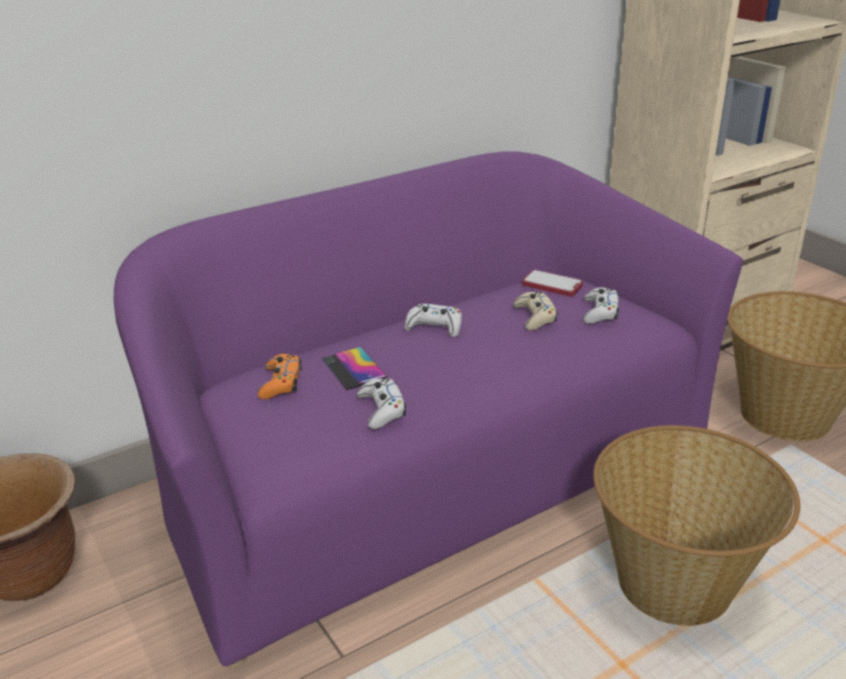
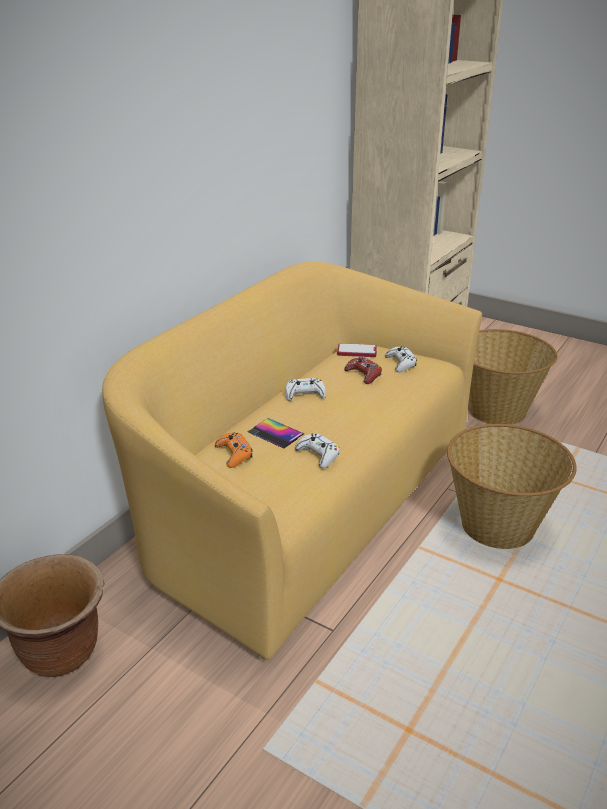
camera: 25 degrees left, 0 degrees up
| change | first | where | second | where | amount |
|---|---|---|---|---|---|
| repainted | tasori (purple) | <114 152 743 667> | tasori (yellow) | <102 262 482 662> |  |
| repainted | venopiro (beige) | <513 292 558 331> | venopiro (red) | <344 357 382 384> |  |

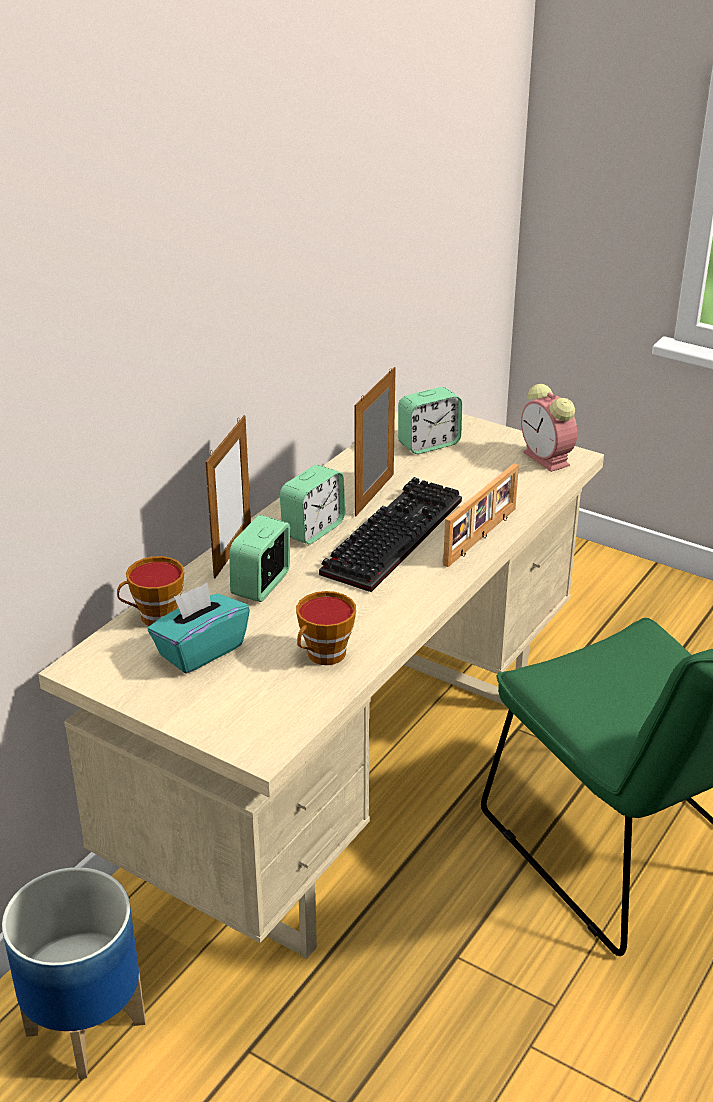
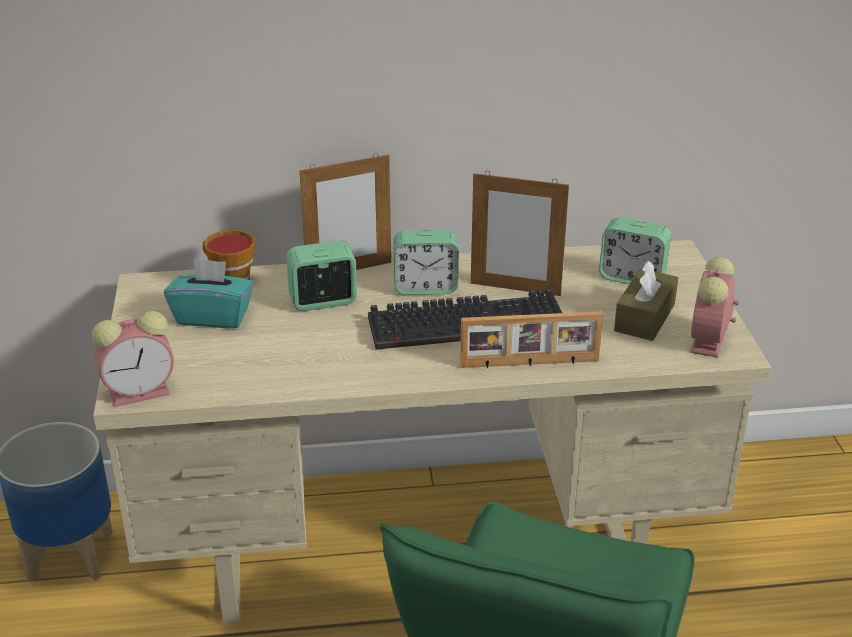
camera: 50 degrees right, 0 degrees up
| change | first | where | second | where | amount |
|---|---|---|---|---|---|
| gone | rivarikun | <296 591 356 665> |  |  |  |
| new |  |  | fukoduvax | <92 311 174 407> |  |
| new |  |  | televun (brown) | <614 260 678 341> |  |
| rotated | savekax | <355 367 396 516> |  | <471 171 569 296> | 150 degrees counterclockwise |

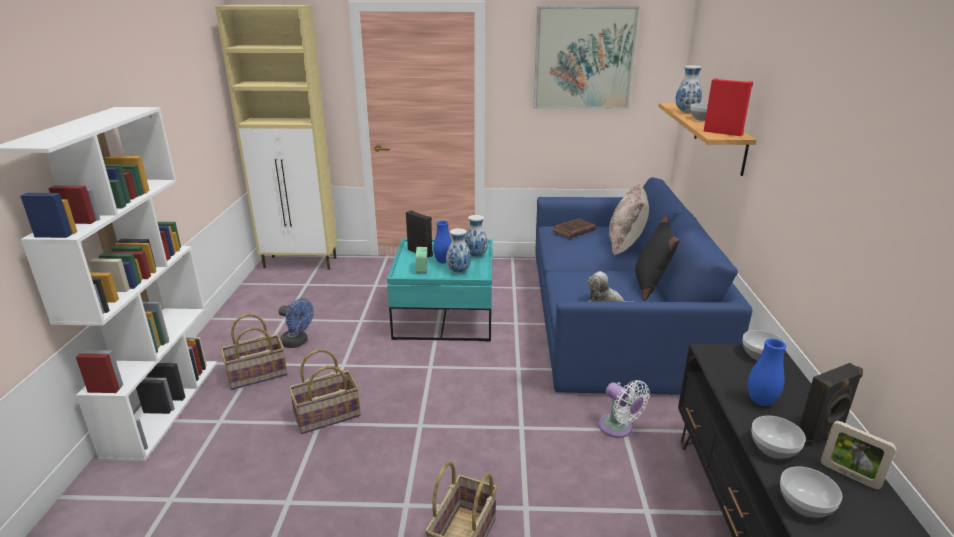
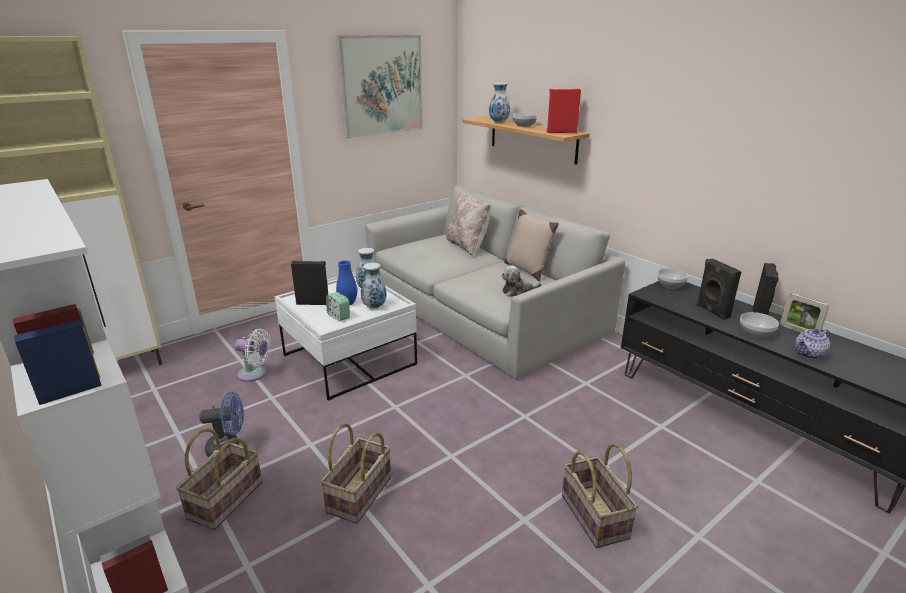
camera: 40 degrees left, 0 degrees up
| change | first | where | second | where | amount |
|---|---|---|---|---|---|
| gone | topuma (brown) | <553 218 596 238> |  |  |  |
| shifted | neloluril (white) | <598 380 650 438> |  | <235 329 271 382> |  |
| swapped | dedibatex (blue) | <748 338 786 406> | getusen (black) | <697 259 742 320> |  |
| swapped | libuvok | <780 466 842 518> | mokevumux | <795 329 830 360> |  |
| repainted | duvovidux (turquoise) | <387 238 493 342> | duvovidux (white) | <274 274 417 400> |  |
| repainted | tasori (blue) | <536 177 752 395> | tasori (grey) | <365 186 625 379> |  |
| repainted | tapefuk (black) | <635 215 680 301> | tapefuk (beige) | <504 209 559 281> |  |
| rotated | savekax | <821 421 897 490> |  | <780 293 829 333> | 45 degrees clockwise |

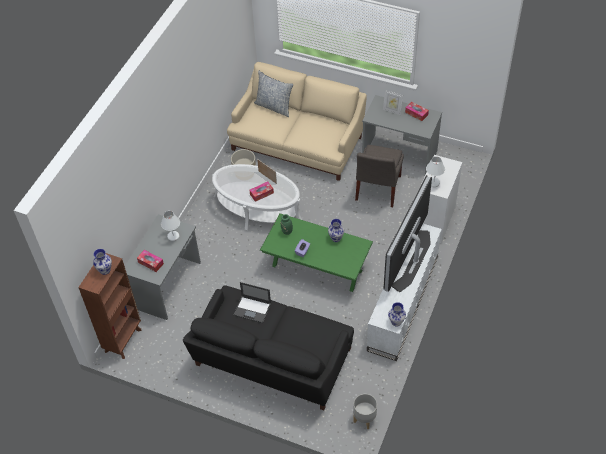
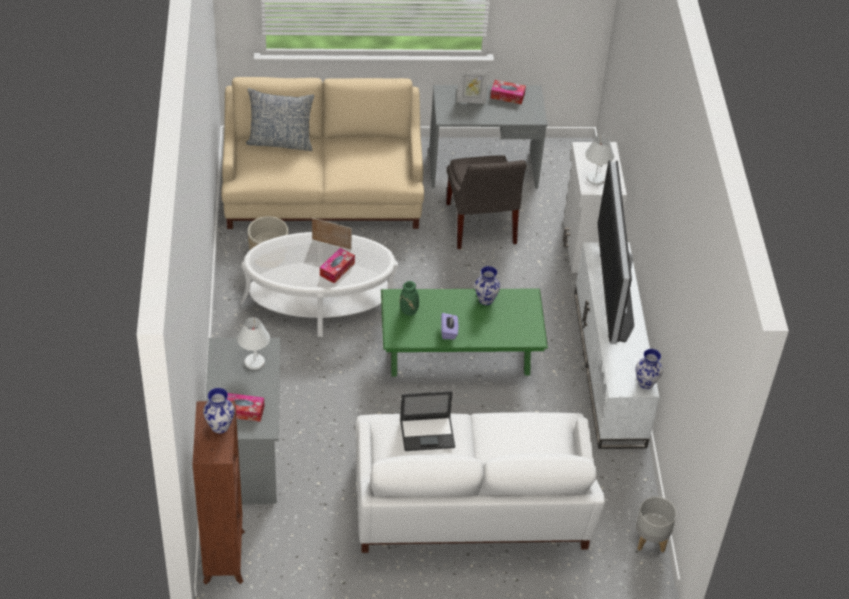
camera: 30 degrees left, 5 degrees down
| change | first | where | second | where | amount |
|---|---|---|---|---|---|
| repainted | tasori (black) | <183 285 354 410> | tasori (white) | <355 412 605 553> |  |

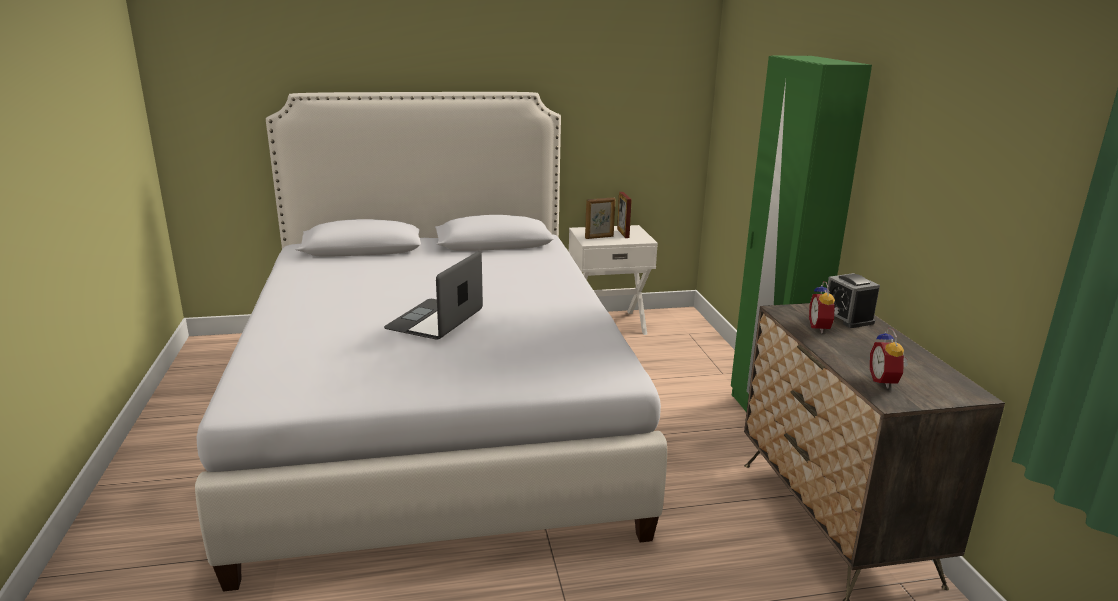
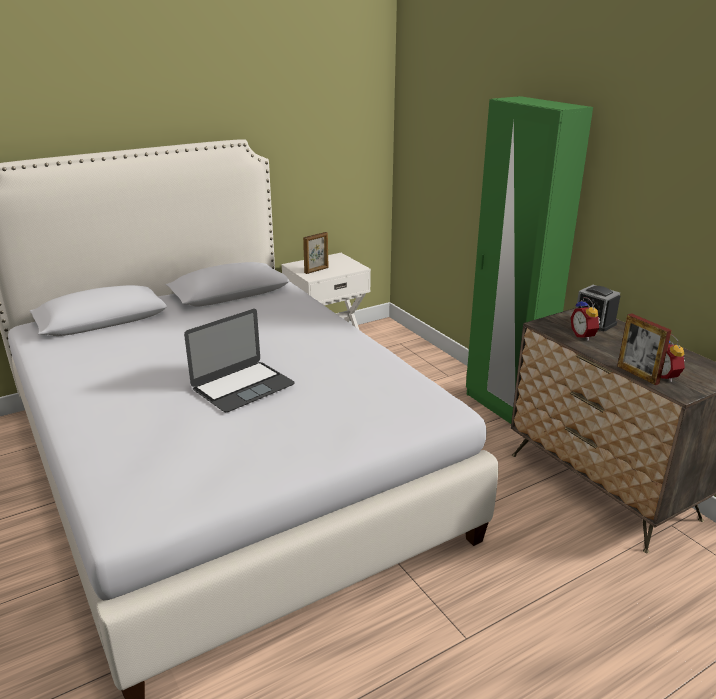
camera: 20 degrees left, 5 degrees up
| change | first | where | second | where | amount |
|---|---|---|---|---|---|
| shifted | savekax | <617 192 632 238> |  | <617 313 672 385> |  |
| rotated | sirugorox | <384 251 483 340> |  | <184 309 295 412> | 135 degrees counterclockwise |

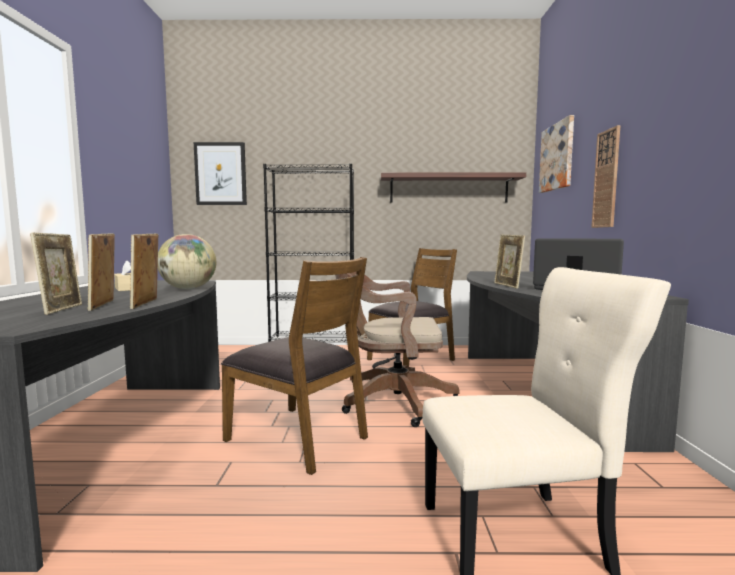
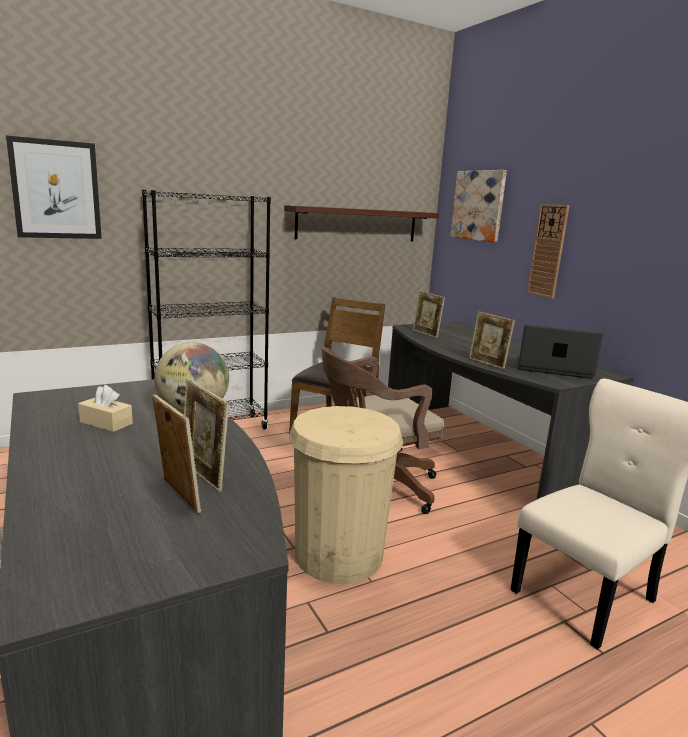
camera: 30 degrees left, 10 degrees up
| change | first | where | second | where | amount |
|---|---|---|---|---|---|
| shifted | savekax | <130 233 158 309> |  | <413 291 445 338> |  |
| swapped | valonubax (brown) | <221 257 368 475> | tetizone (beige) | <289 406 403 584> |  |

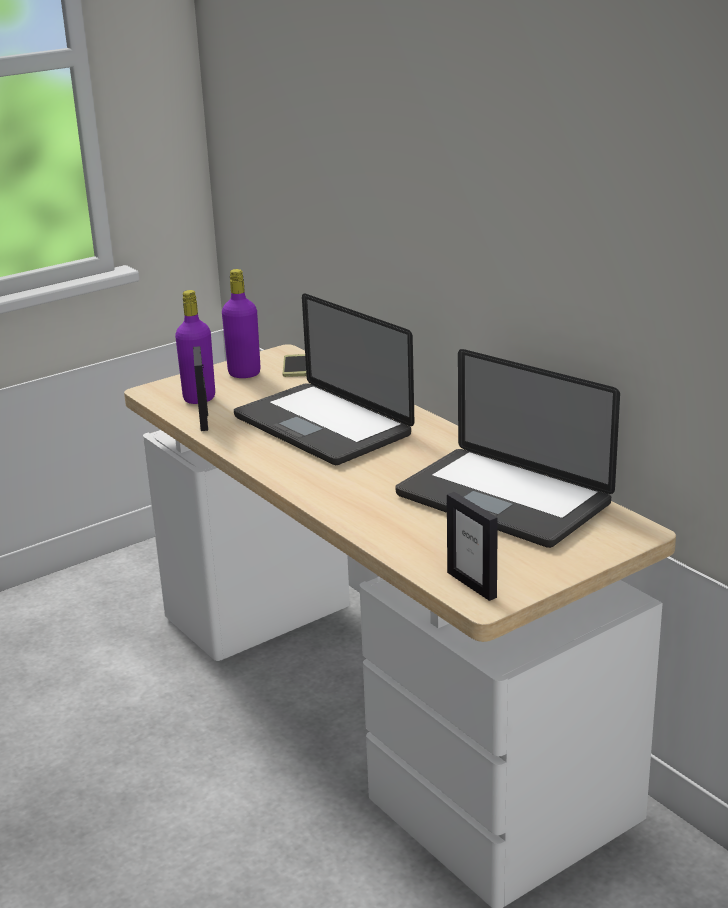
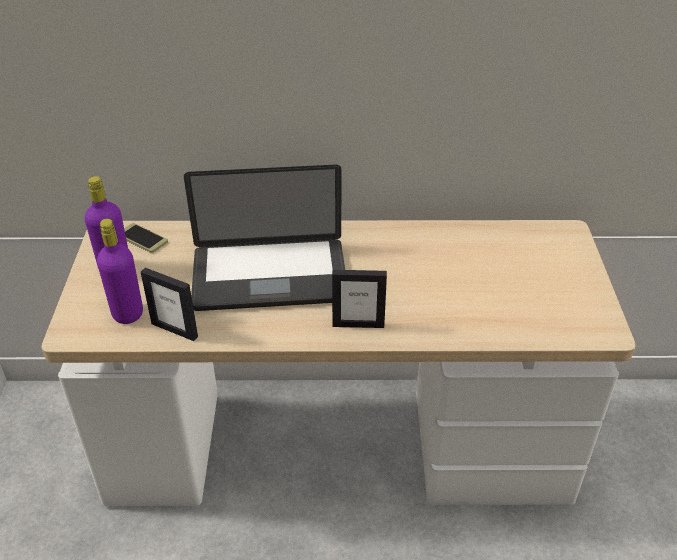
camera: 55 degrees left, 15 degrees up
| change | first | where | second | where | amount |
|---|---|---|---|---|---|
| gone | sirugorox | <396 349 620 548> |  |  |  |
| shifted | savekax | <447 492 498 601> |  | <332 270 387 328> |  |

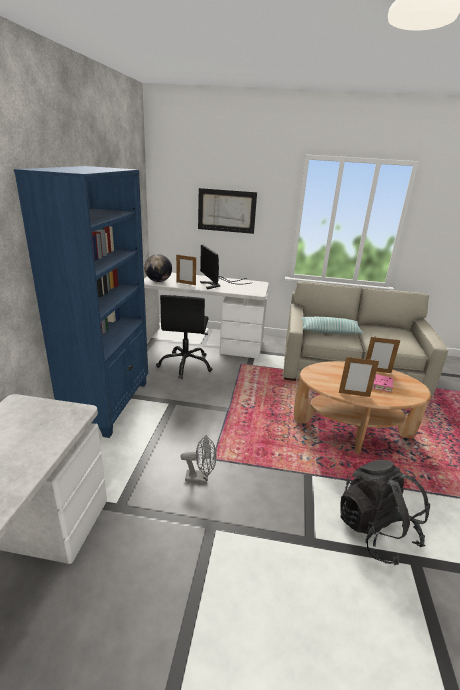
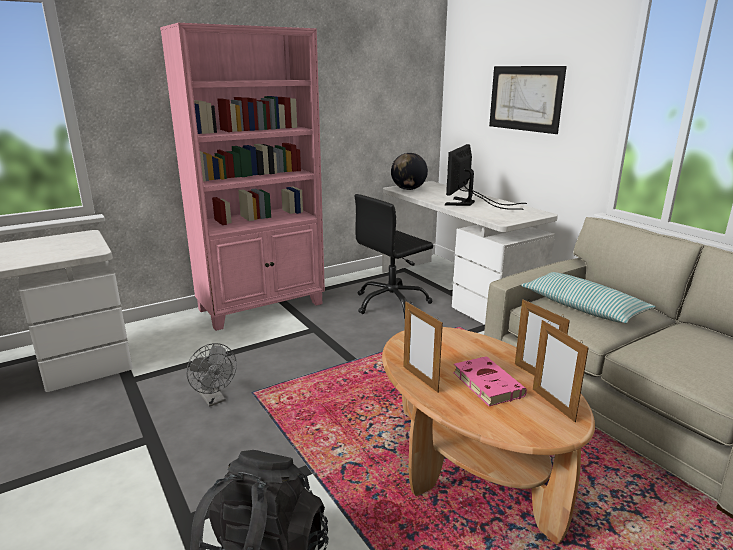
camera: 50 degrees right, 5 degrees down
| change | first | where | second | where | amount |
|---|---|---|---|---|---|
| shifted | savekax | <176 255 196 285> |  | <533 320 589 422> |  |
| repainted | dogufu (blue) | <14 166 148 438> | dogufu (pink) | <160 23 325 331> |  |

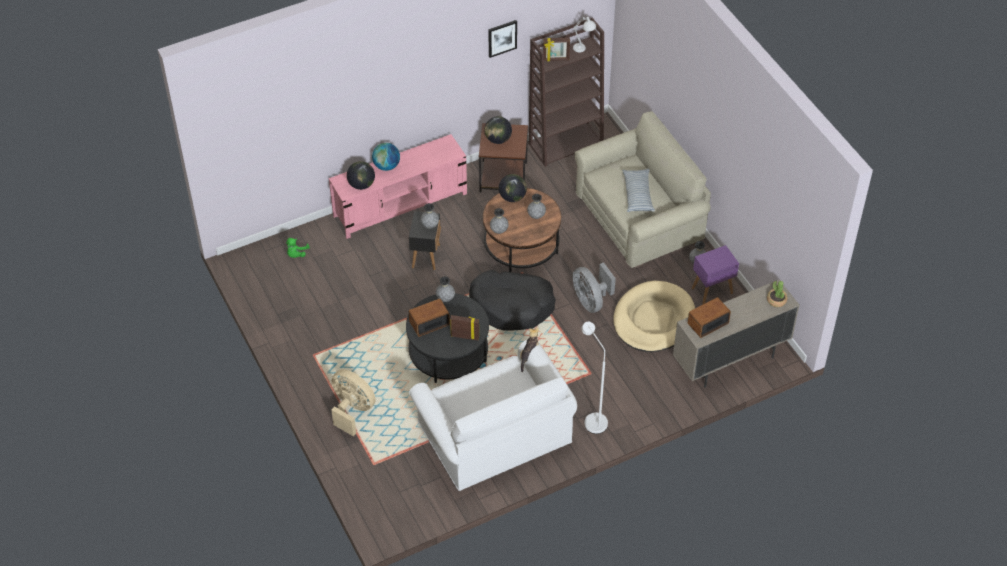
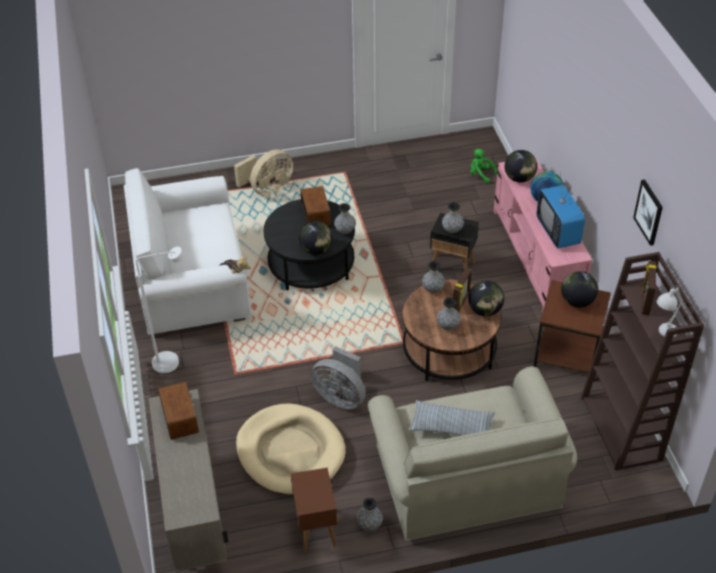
camera: 105 degrees right, 5 degrees down
| change | first | where | second | where | amount |
|---|---|---|---|---|---|
| gone | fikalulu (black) | <469 270 556 331> |  |  |  |
| gone | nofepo | <767 281 787 307> |  |  |  |
| new |  |  | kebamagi | <298 221 332 255> |  |
| new |  |  | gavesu | <536 173 585 249> |  |
| shifted | savekax | <450 315 479 340> |  | <453 268 472 312> |  |
| repainted | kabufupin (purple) | <692 245 739 304> | kabufupin (brown) | <291 467 338 552> |  |
| rotated | neloluril (grey) | <572 262 616 313> |  | <311 346 366 410> | 135 degrees counterclockwise |

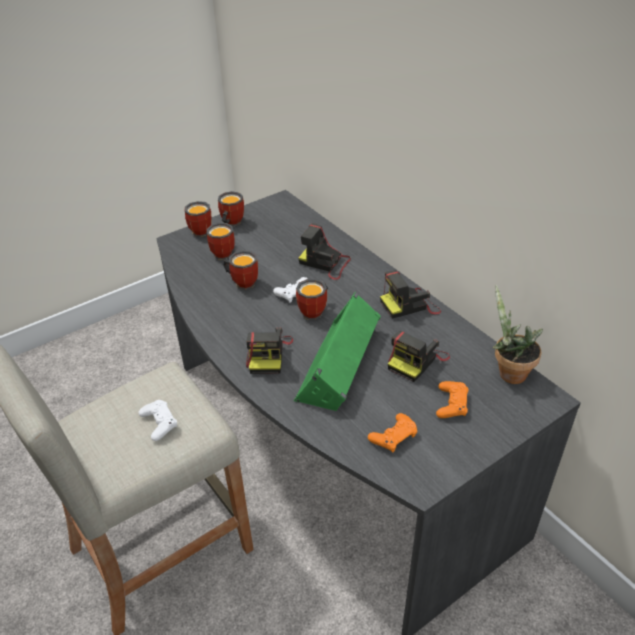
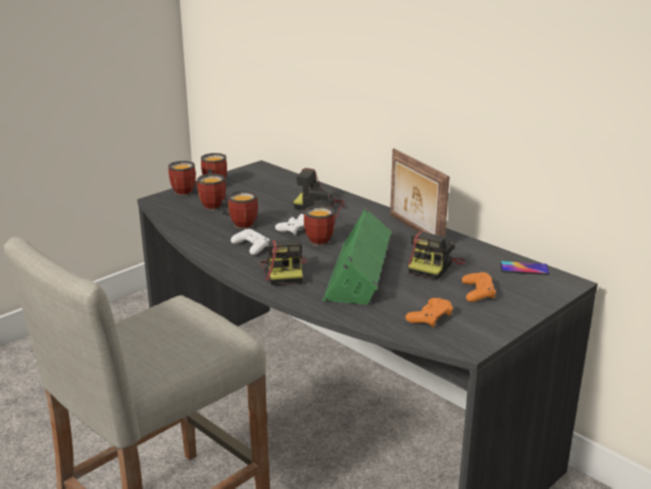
camera: 10 degrees left, 15 degrees down
| change | first | where | second | where | amount |
|---|---|---|---|---|---|
| shifted | venopiro (white) | <138 400 177 441> |  | <231 229 270 255> |  |
| swapped | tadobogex | <380 270 441 318> | savekax | <390 149 450 237> |  |
| swapped | nofepo | <492 285 543 384> | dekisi | <500 261 549 275> |  |

